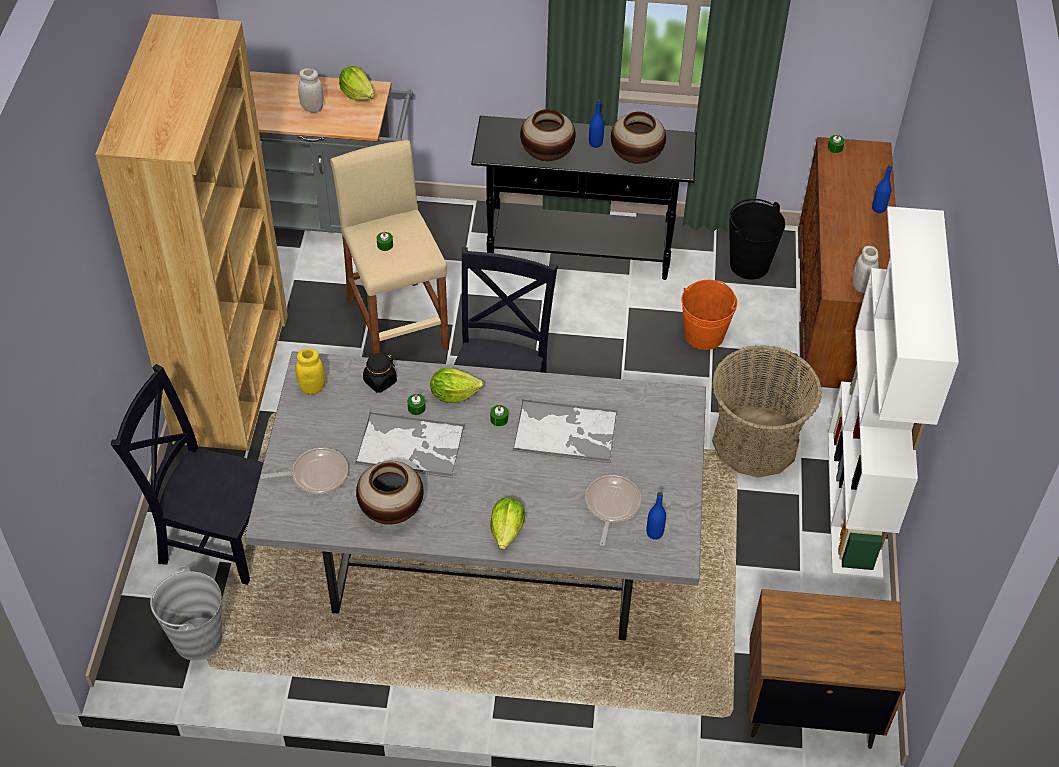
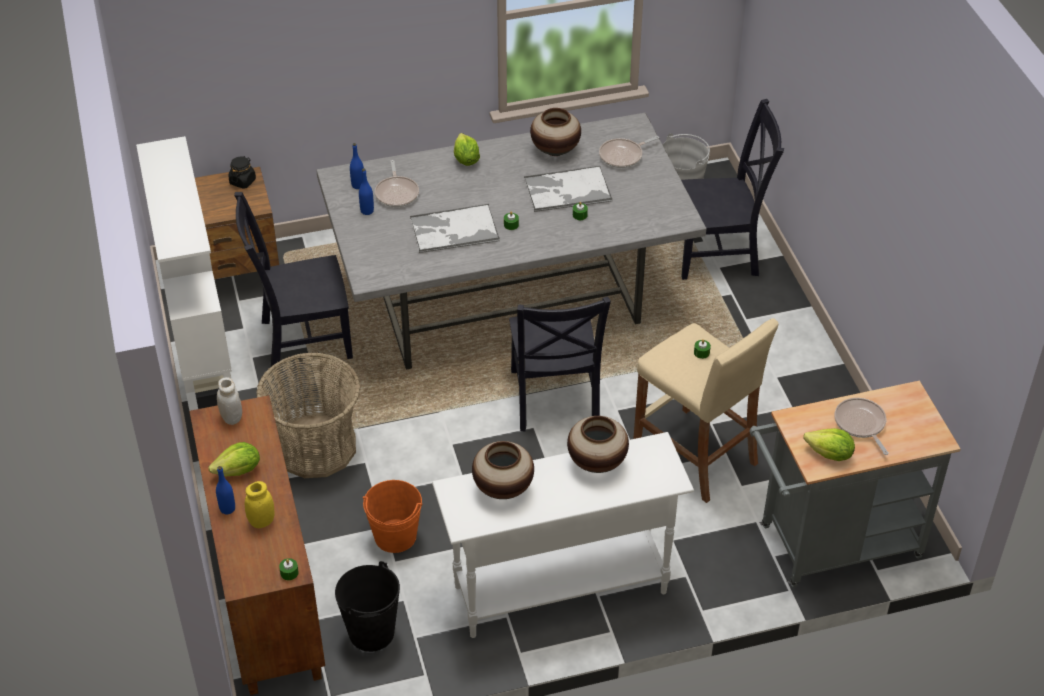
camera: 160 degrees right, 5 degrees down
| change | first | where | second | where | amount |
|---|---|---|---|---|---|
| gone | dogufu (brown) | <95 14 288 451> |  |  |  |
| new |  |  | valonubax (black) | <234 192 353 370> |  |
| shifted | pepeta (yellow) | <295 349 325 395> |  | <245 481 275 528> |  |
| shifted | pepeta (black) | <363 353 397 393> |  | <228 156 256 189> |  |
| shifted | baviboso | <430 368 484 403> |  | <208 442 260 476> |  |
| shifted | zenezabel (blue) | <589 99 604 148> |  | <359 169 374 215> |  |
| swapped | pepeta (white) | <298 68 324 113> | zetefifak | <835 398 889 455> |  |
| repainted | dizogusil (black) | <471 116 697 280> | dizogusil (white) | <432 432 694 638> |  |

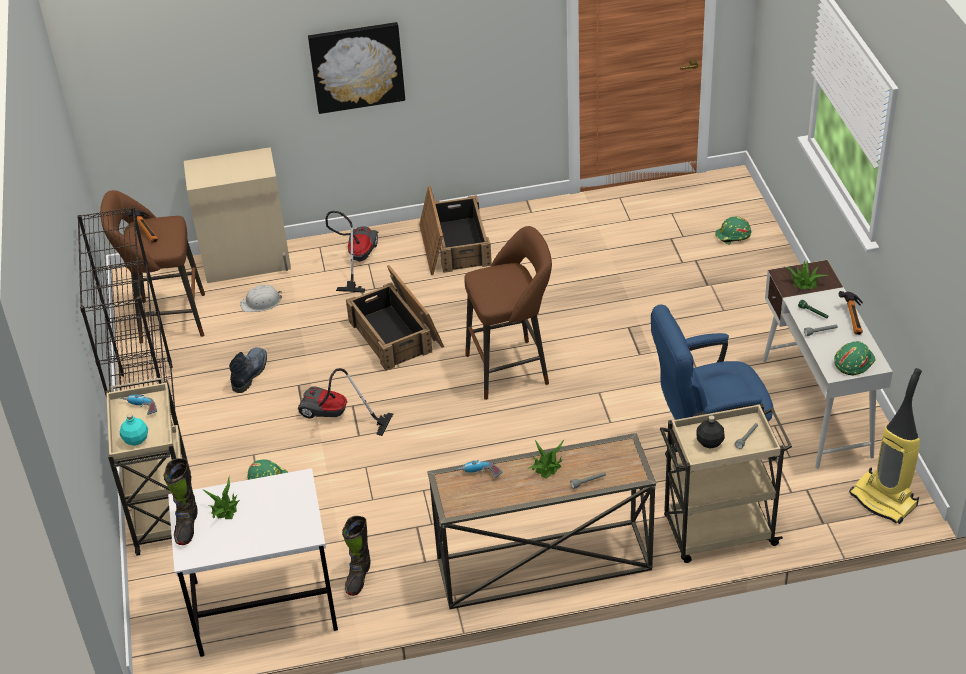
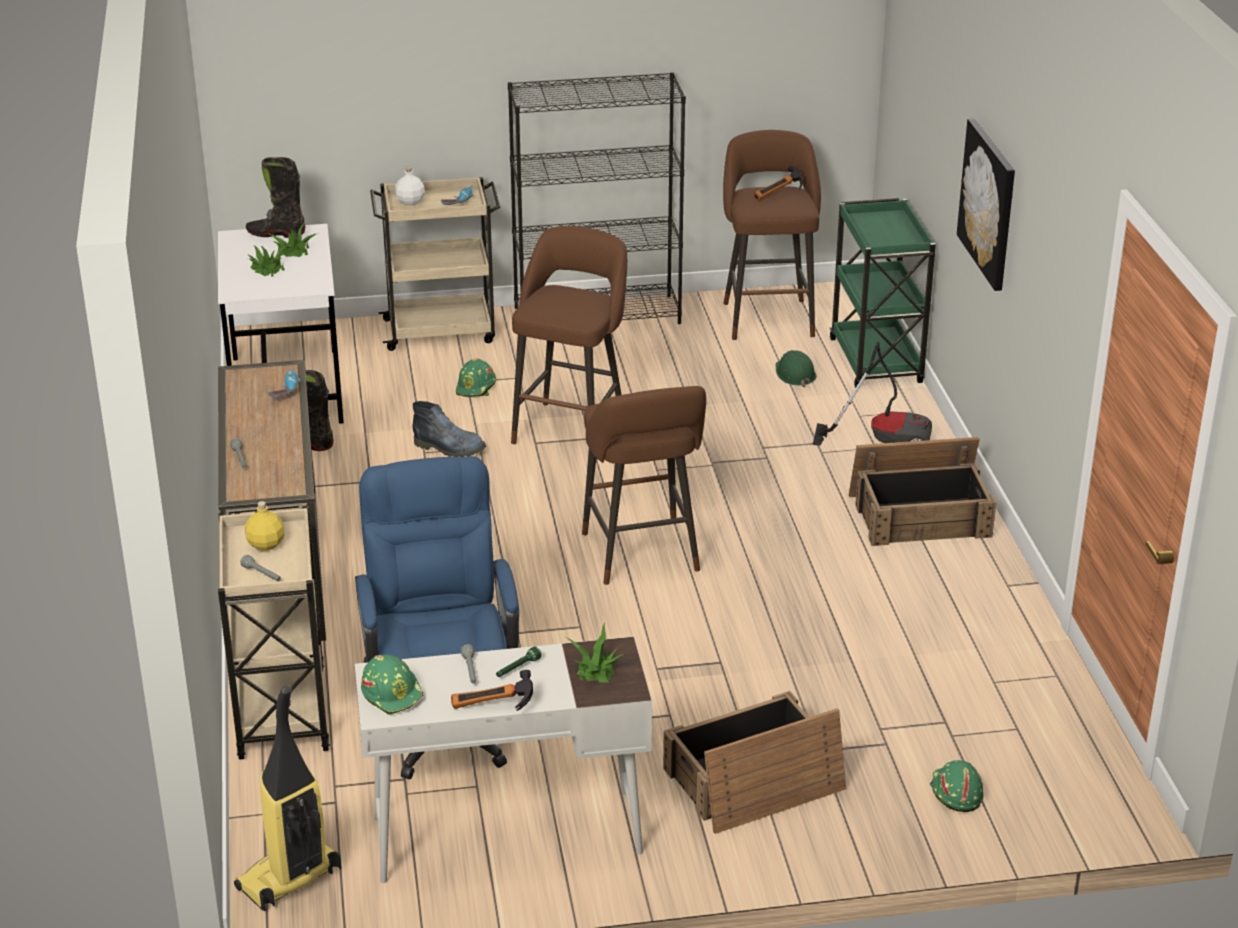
camera: 90 degrees right, 10 degrees down
| change | first | where | second | where | amount |
|---|---|---|---|---|---|
| shifted | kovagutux | <229 347 267 393> |  | <412 401 486 457> |  |
| shifted | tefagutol | <346 265 444 371> |  | <663 691 846 834> |  |
| shifted | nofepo | <528 439 565 479> |  | <247 244 290 277> |  |
| swapped | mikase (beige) | <184 147 291 283> | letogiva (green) | <830 198 936 388> |  |
| swapped | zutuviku | <298 368 393 436> | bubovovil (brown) | <511 226 627 444> |  |
| repainted | zenezabel (turquoise) | <120 413 148 446> | zenezabel (white) | <395 166 425 205> |  |
| repainted | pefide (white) | <240 284 282 312> | pefide (green) | <776 350 816 387> |  |
| repainted | zenezabel (black) | <696 415 725 449> | zenezabel (yellow) | <245 501 284 551> |  |

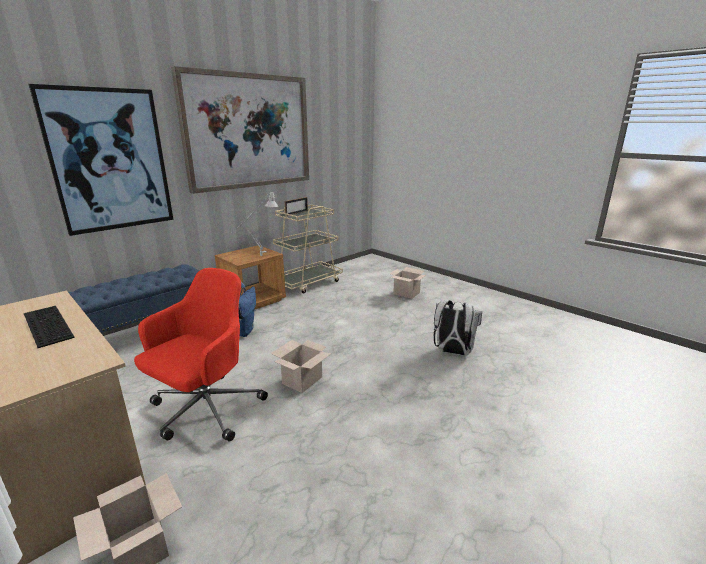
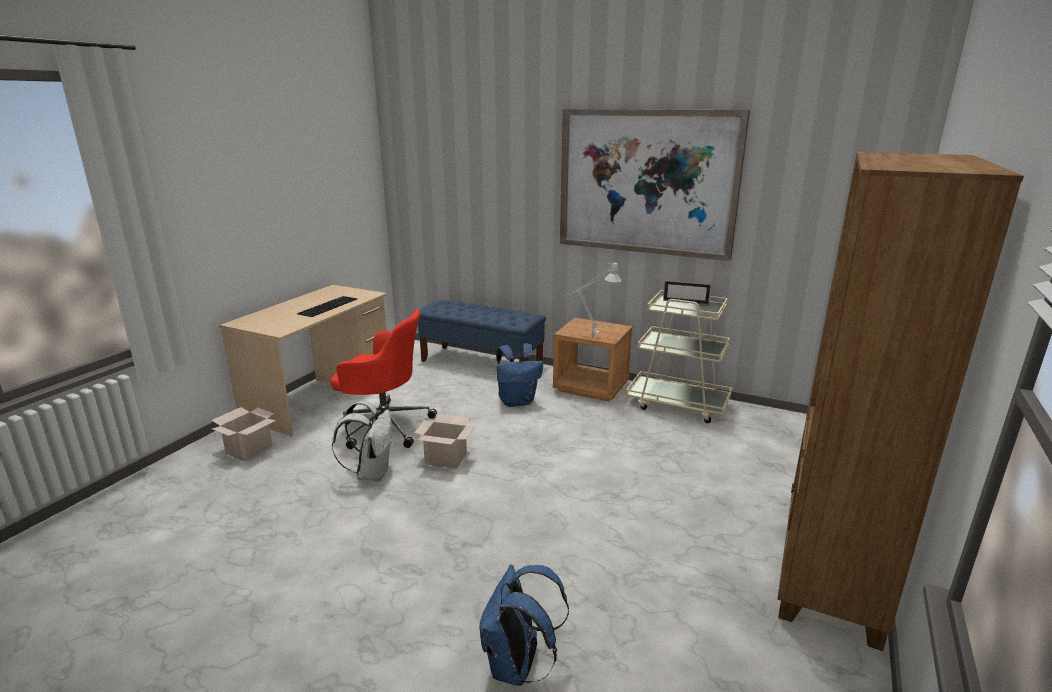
camera: 70 degrees right, 0 degrees up
| change | first | where | second | where | amount |
|---|---|---|---|---|---|
| gone | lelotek | <29 84 173 236> |  |  |  |
| gone | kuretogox | <389 267 426 299> |  |  |  |
| new |  |  | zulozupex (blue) | <480 565 569 686> |  |
| new |  |  | dogufu (brown) | <777 152 1024 651> |  |
| shifted | zulozupex (white) | <434 300 482 355> |  | <332 401 392 482> |  |

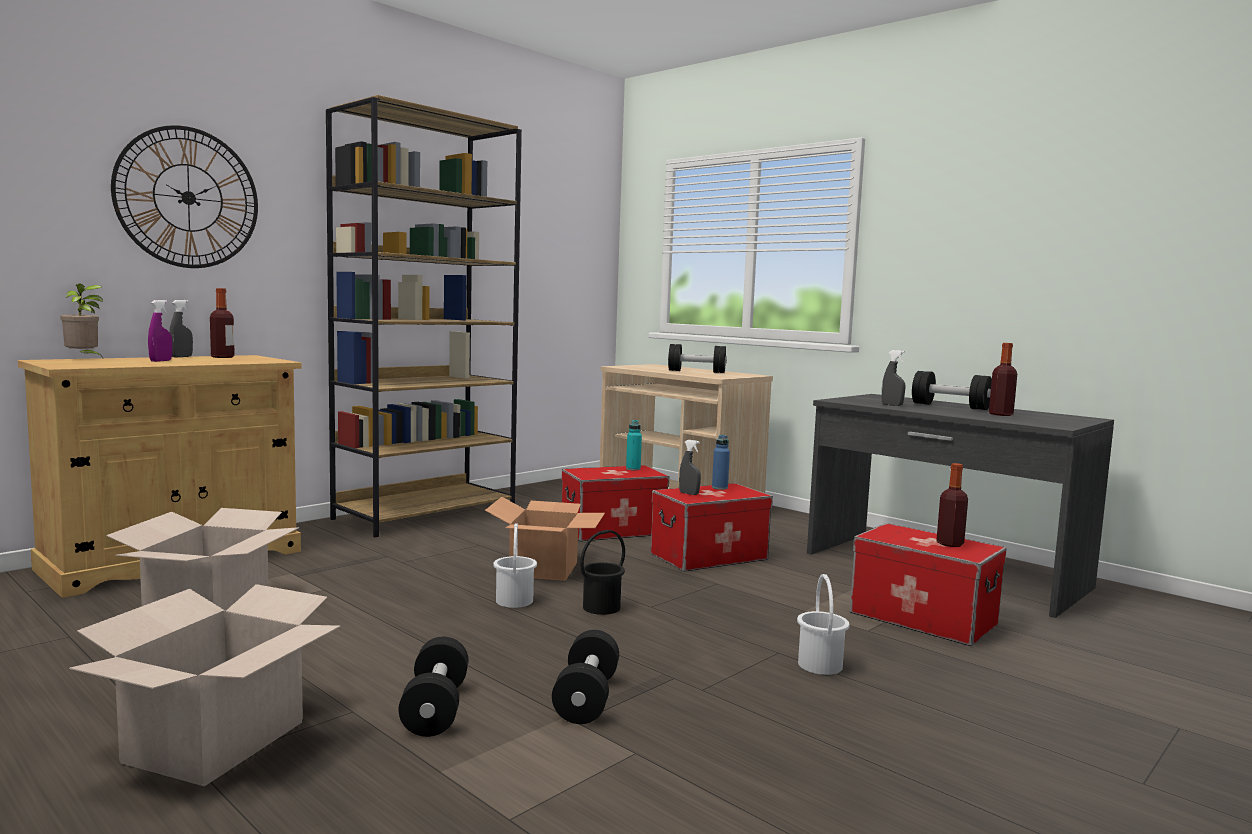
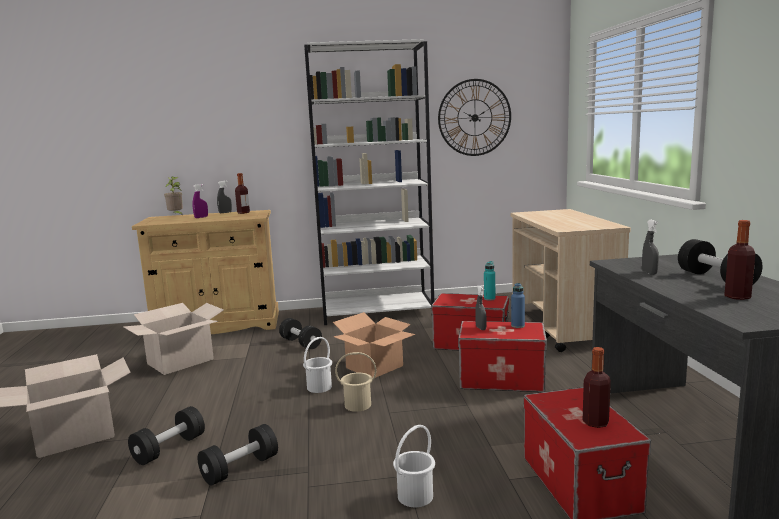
camera: 40 degrees right, 5 degrees up
| change | first | where | second | where | amount |
|---|---|---|---|---|---|
| shifted | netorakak | <111 125 258 268> |  | <438 79 511 156> |  |
| shifted | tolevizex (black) | <668 344 727 373> |  | <279 318 322 349> |  |
| repainted | dogufu (brown) | <326 95 522 537> | dogufu (white) | <304 39 434 325> |  |
| repainted | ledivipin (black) | <580 530 625 615> | ledivipin (beige) | <335 352 377 412> |  |

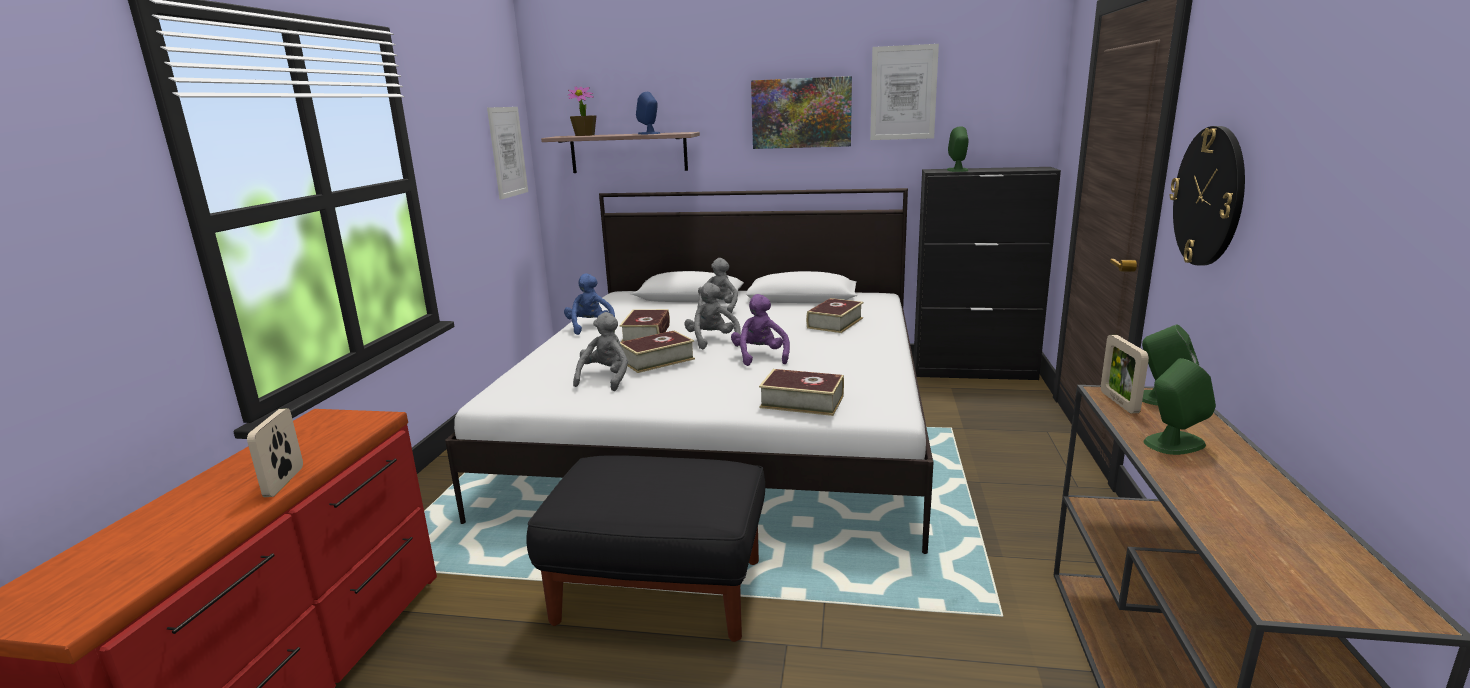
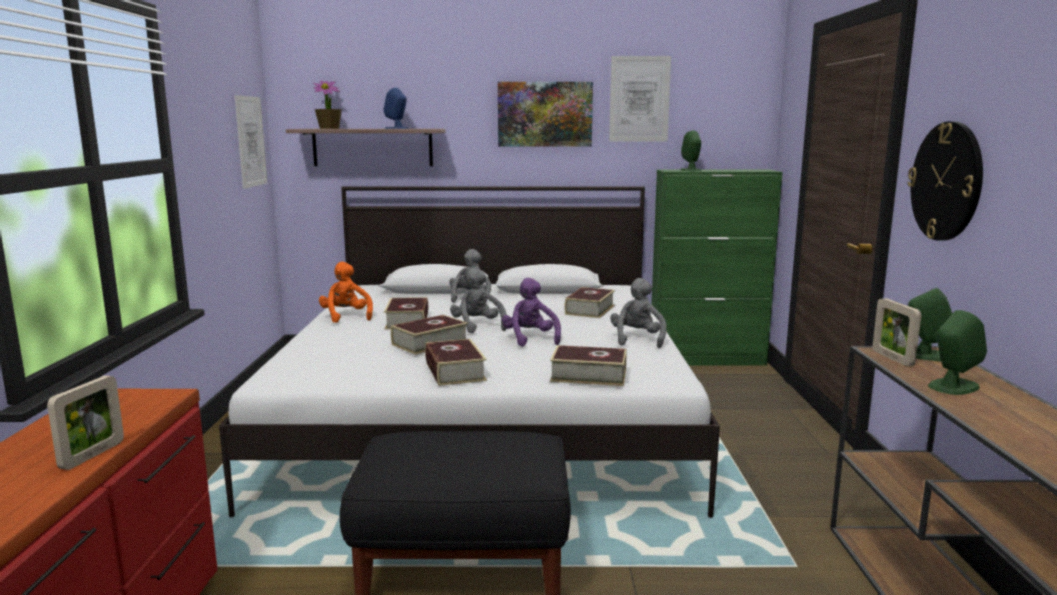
camera: 10 degrees left, 5 degrees down
| change | first | where | second | where | amount |
|---|---|---|---|---|---|
| new |  |  | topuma | <425 339 487 386> |  |
| shifted | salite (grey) | <573 312 628 391> |  | <610 278 667 348> |  |
| repainted | salite (blue) | <564 273 615 335> | salite (orange) | <319 262 373 323> |  |
| repainted | mikase (black) | <913 167 1061 380> | mikase (green) | <651 170 782 366> |  |
| rotated | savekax | <247 408 303 497> |  | <47 376 124 470> | 150 degrees counterclockwise |

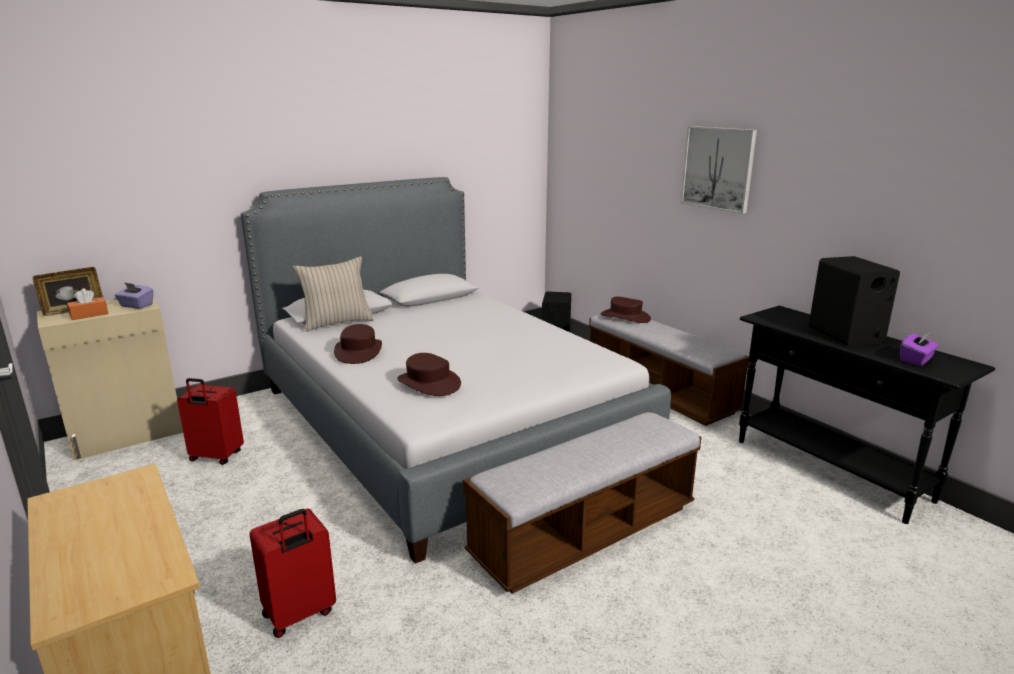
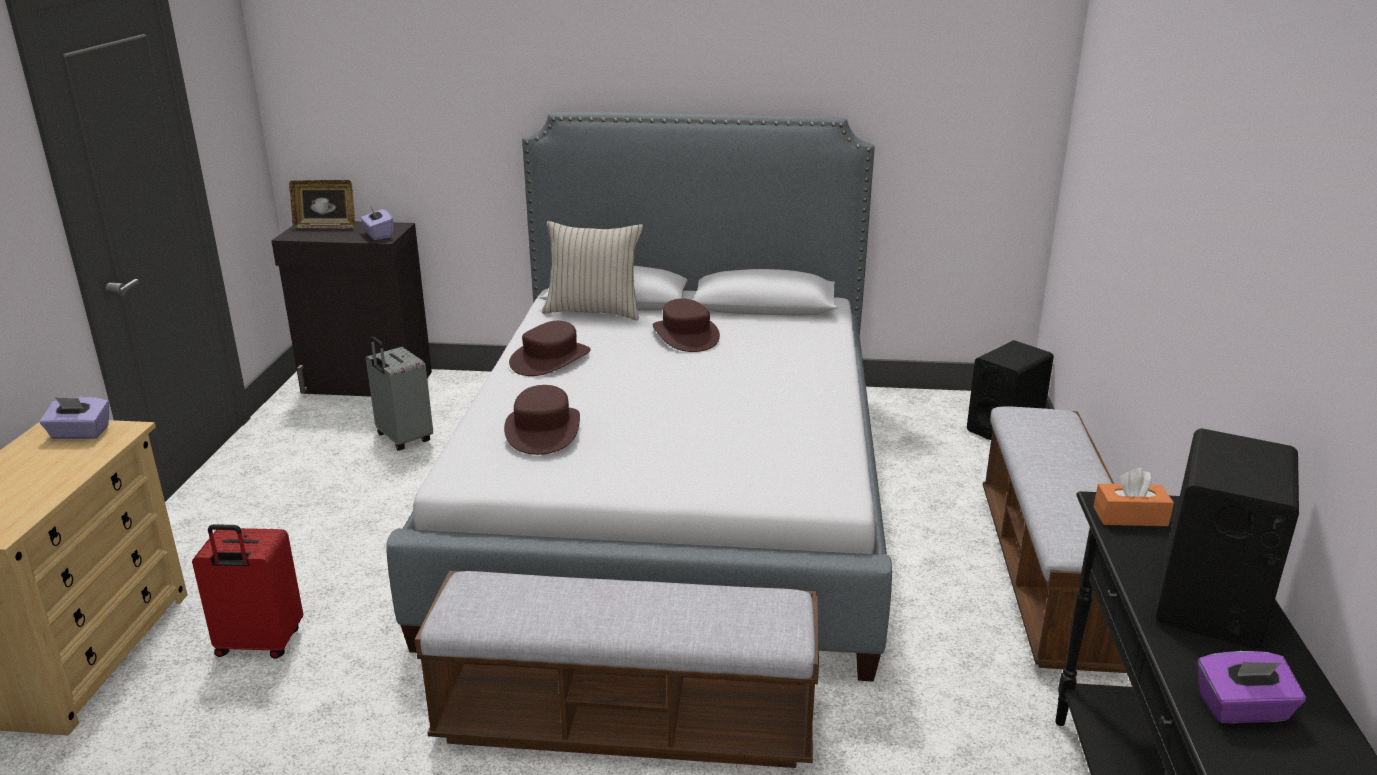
camera: 40 degrees right, 5 degrees up
| change | first | where | second | where | amount |
|---|---|---|---|---|---|
| gone | lelotek | <681 126 757 214> |  |  |  |
| new |  |  | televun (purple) | <40 397 109 439> |  |
| shifted | televun (orange) | <67 288 108 320> |  | <1094 468 1174 526> |  |
| shifted | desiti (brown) | <601 296 651 323> |  | <652 299 720 352> |  |
| repainted | mikase (beige) | <37 298 183 460> | mikase (black) | <271 221 432 397> |  |
| repainted | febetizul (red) | <177 378 244 465> | febetizul (grey) | <366 336 433 451> |  |

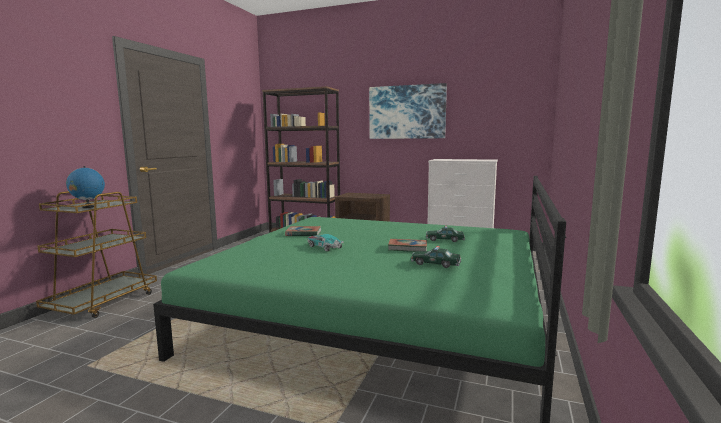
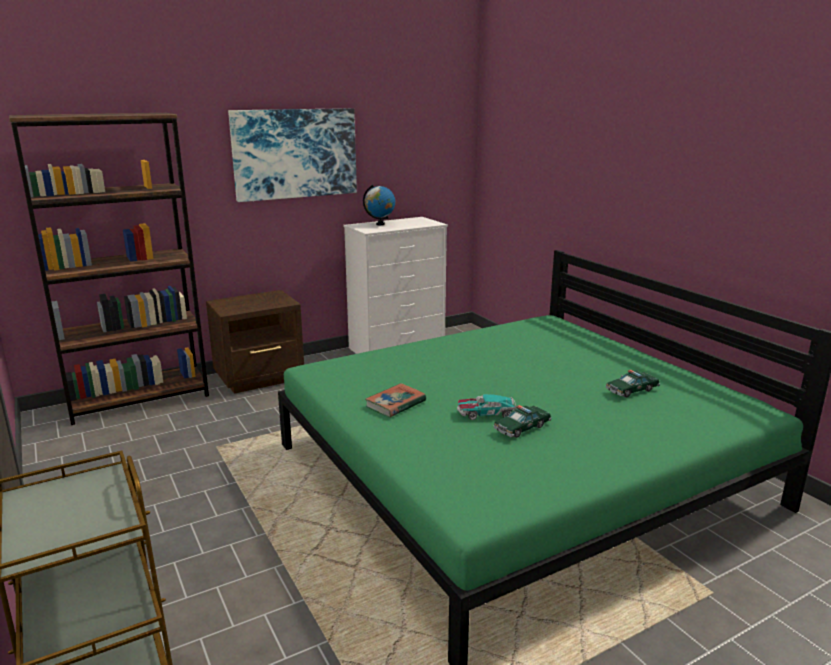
camera: 50 degrees left, 10 degrees up
| change | first | where | second | where | amount |
|---|---|---|---|---|---|
| gone | topuma | <388 239 427 252> |  |  |  |
| shifted | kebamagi | <66 166 105 208> |  | <363 185 395 225> |  |
| shifted | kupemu | <426 226 465 242> |  | <493 405 552 438> |  |

